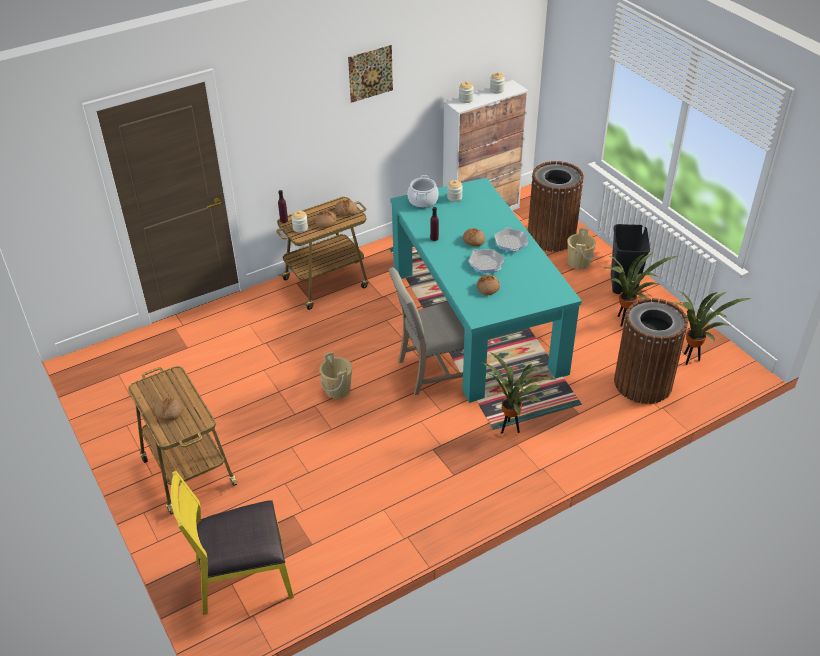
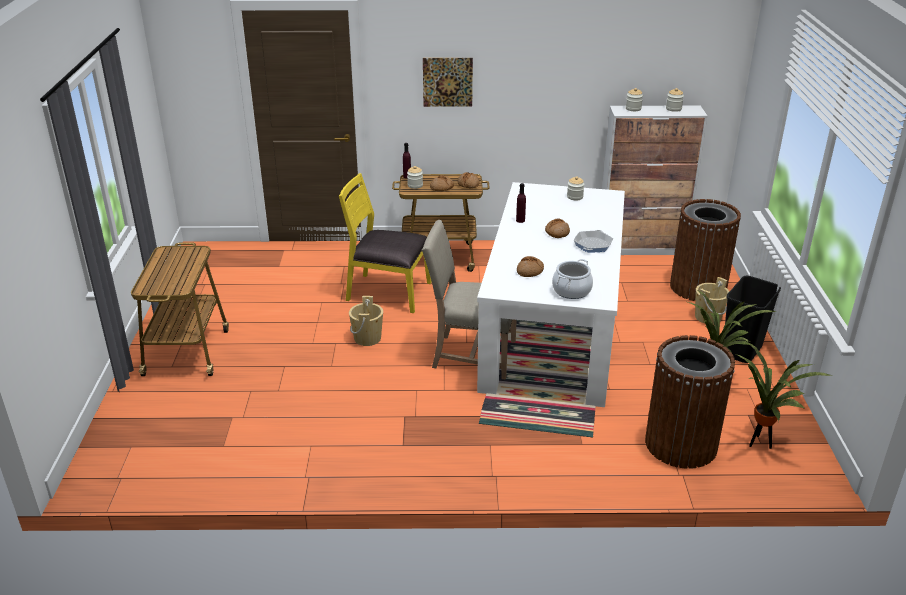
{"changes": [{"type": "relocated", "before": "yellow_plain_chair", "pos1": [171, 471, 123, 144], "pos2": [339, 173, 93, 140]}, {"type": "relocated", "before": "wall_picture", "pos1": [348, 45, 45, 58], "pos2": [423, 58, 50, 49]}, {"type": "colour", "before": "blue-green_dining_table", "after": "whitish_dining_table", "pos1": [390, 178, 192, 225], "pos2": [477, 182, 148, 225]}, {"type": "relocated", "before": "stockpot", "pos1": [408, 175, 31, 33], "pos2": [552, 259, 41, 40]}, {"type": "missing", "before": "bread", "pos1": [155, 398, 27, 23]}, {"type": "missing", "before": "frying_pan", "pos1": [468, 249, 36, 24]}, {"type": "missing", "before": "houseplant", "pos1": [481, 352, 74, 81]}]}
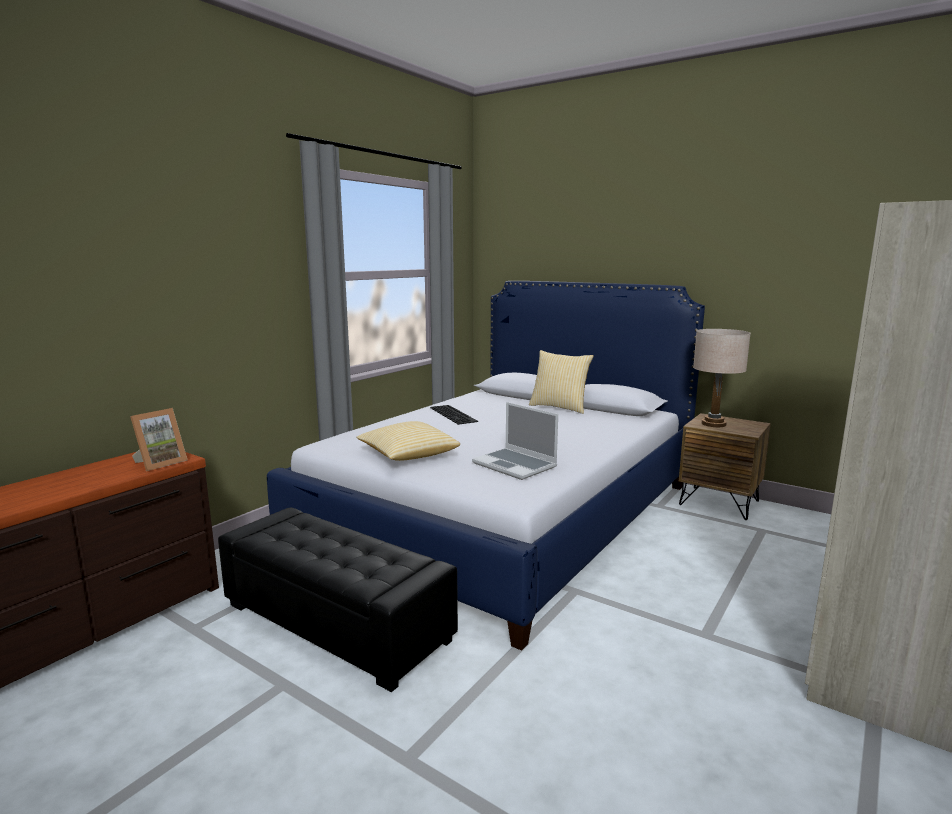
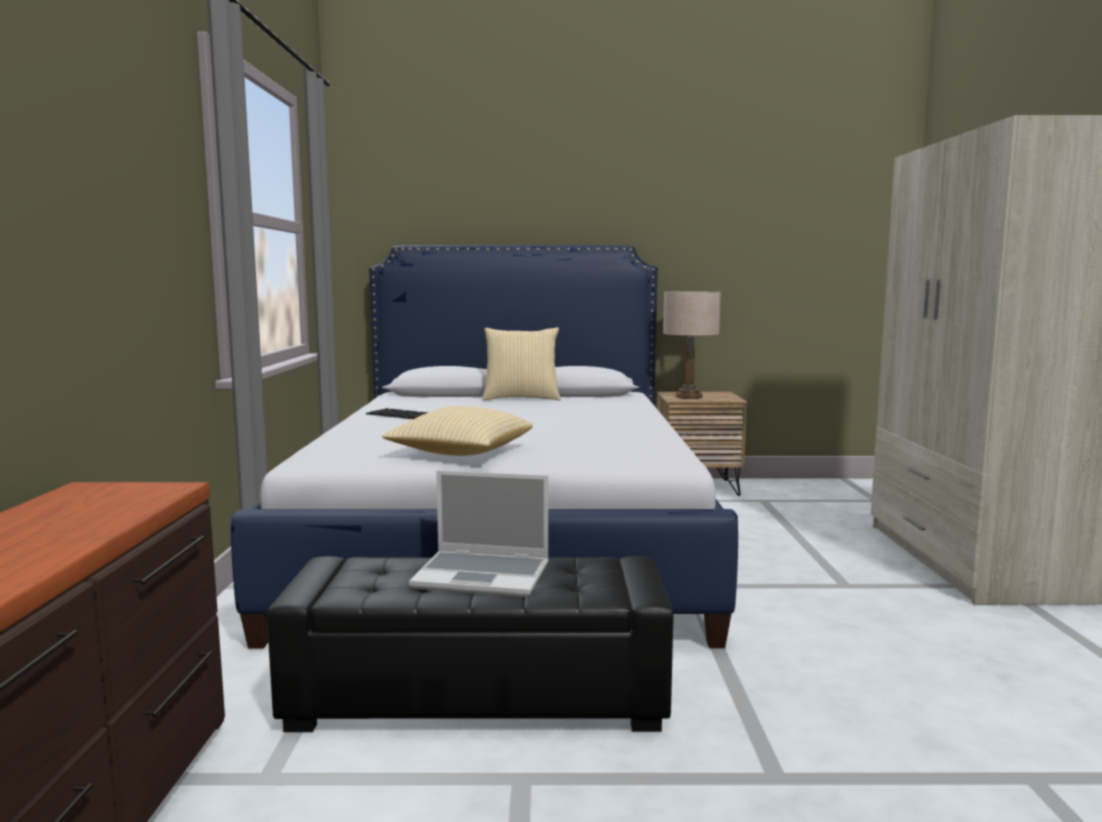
{"changes": [{"type": "relocated", "before": "laptop", "pos1": [472, 402, 86, 78], "pos2": [409, 470, 140, 127]}, {"type": "missing", "before": "standing_frame", "pos1": [130, 408, 57, 63]}]}
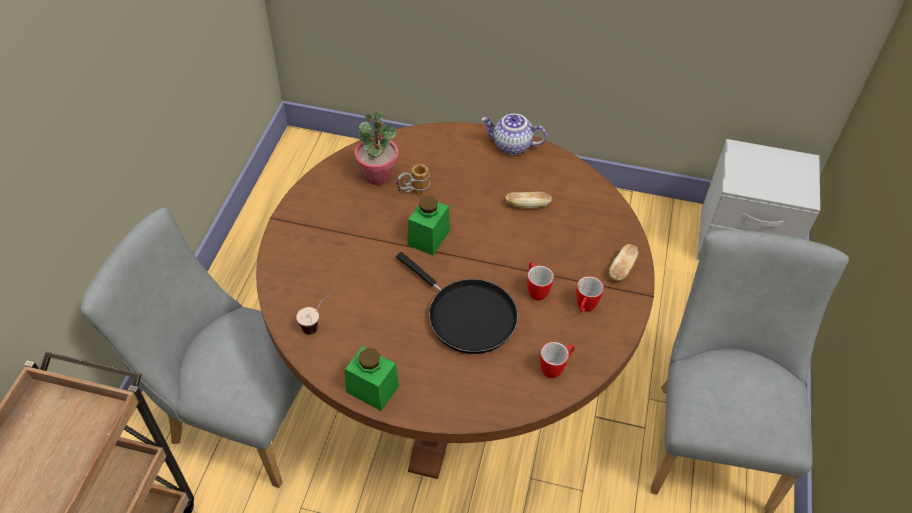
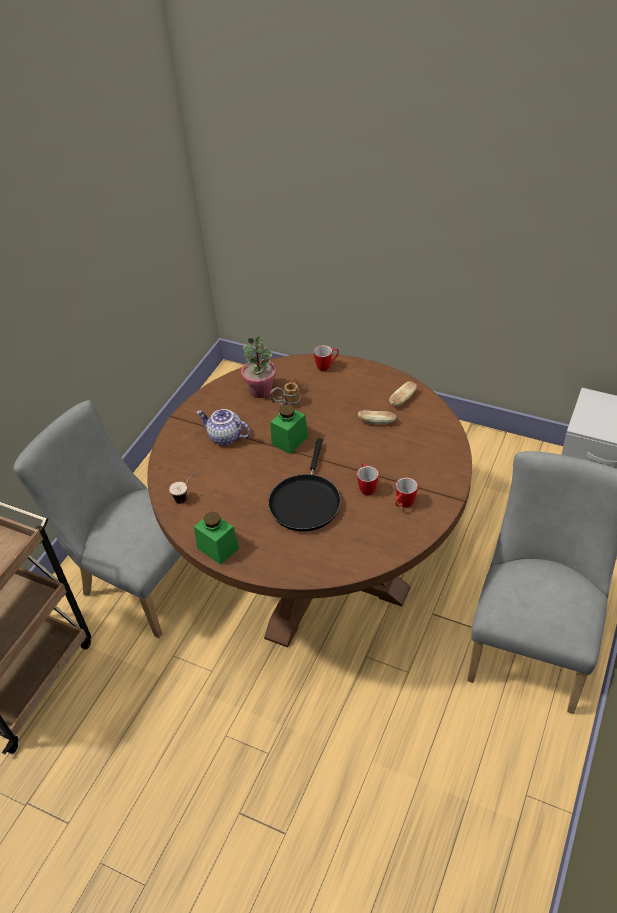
{"changes": [{"type": "relocated", "before": "teapot", "pos1": [481, 114, 66, 41], "pos2": [196, 409, 54, 36]}, {"type": "spun", "before": "black-coloured_frying_pan", "pos1": [396, 252, 122, 102], "pos2": [268, 438, 73, 94], "turn": 45}, {"type": "relocated", "before": "mug", "pos1": [540, 342, 35, 36], "pos2": [314, 345, 25, 26]}, {"type": "relocated", "before": "bread", "pos1": [609, 244, 29, 37], "pos2": [389, 381, 28, 25]}]}
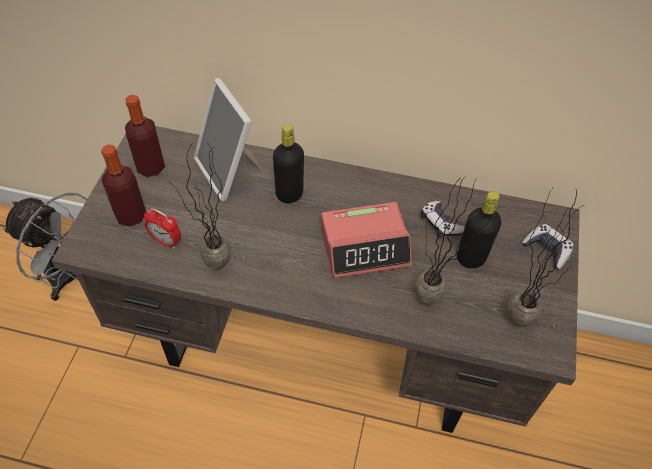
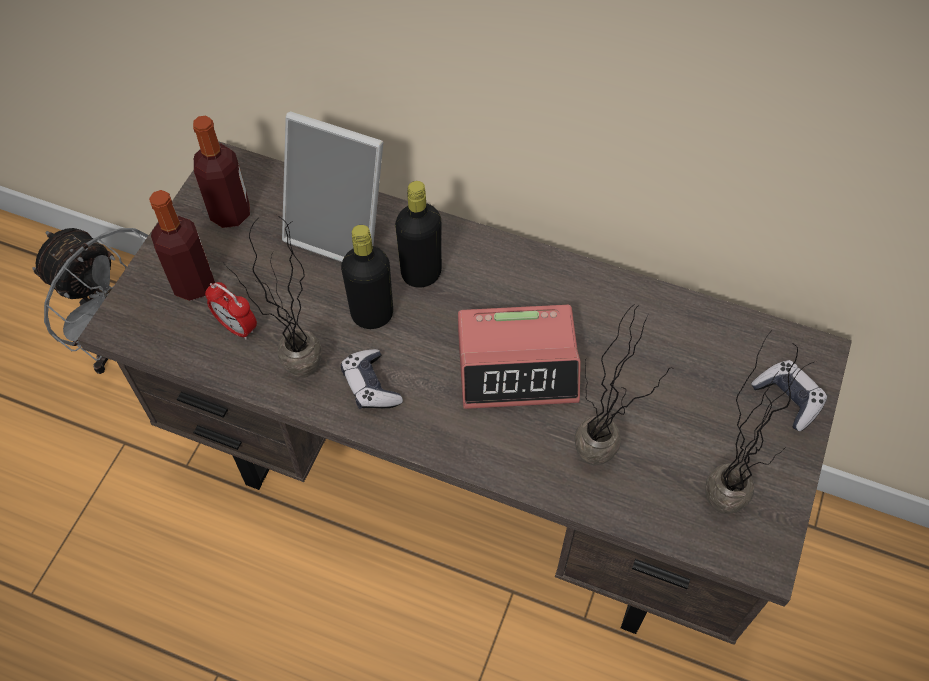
{"changes": [{"type": "spun", "before": "standing_frame", "pos1": [194, 78, 69, 124], "pos2": [282, 111, 101, 151], "turn": -45}, {"type": "relocated", "before": "black-coloured_bottle", "pos1": [457, 191, 44, 77], "pos2": [341, 225, 52, 104]}, {"type": "relocated", "before": "game_controller", "pos1": [421, 201, 44, 36], "pos2": [341, 349, 62, 60]}]}
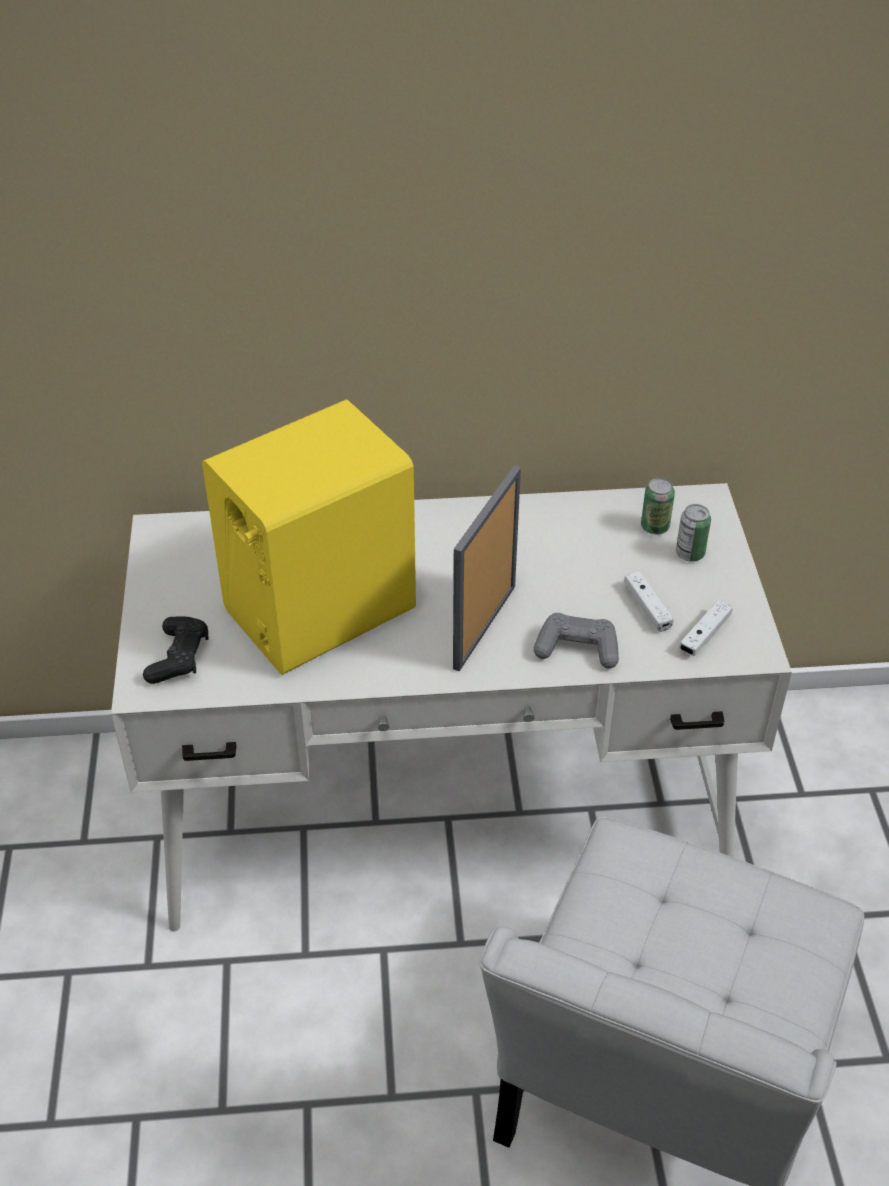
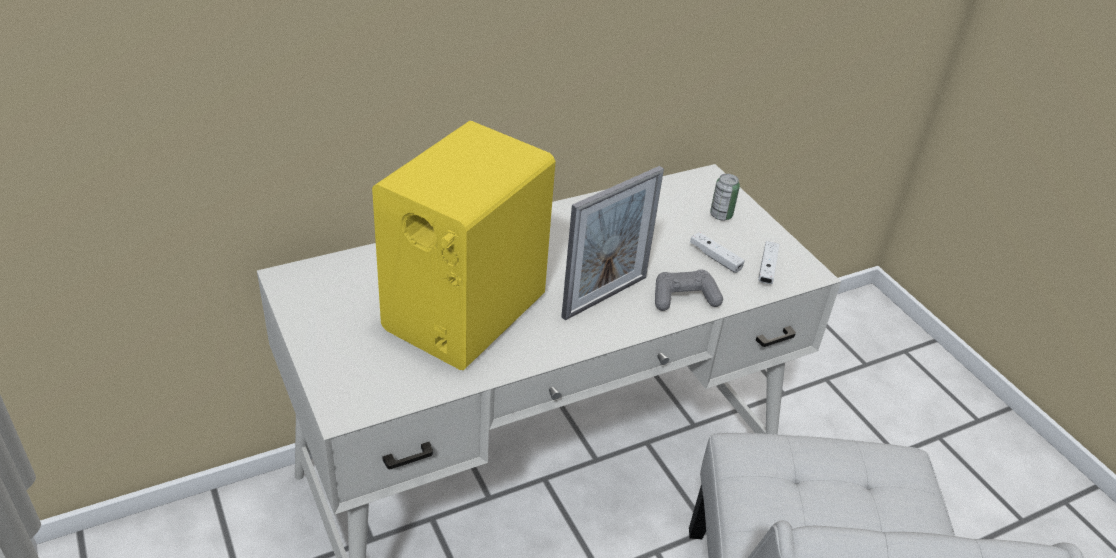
{"changes": [{"type": "spun", "before": "standing_frame", "pos1": [453, 465, 68, 206], "pos2": [561, 166, 103, 155], "turn": -135}, {"type": "missing", "before": "black-coloured_game_controller", "pos1": [143, 617, 66, 67]}, {"type": "missing", "before": "sealed_can", "pos1": [641, 478, 34, 56]}]}
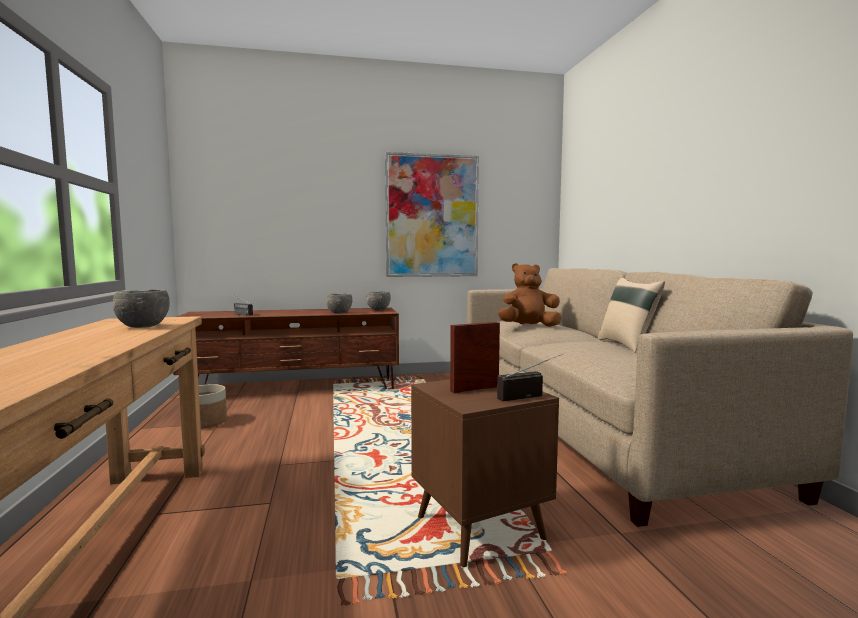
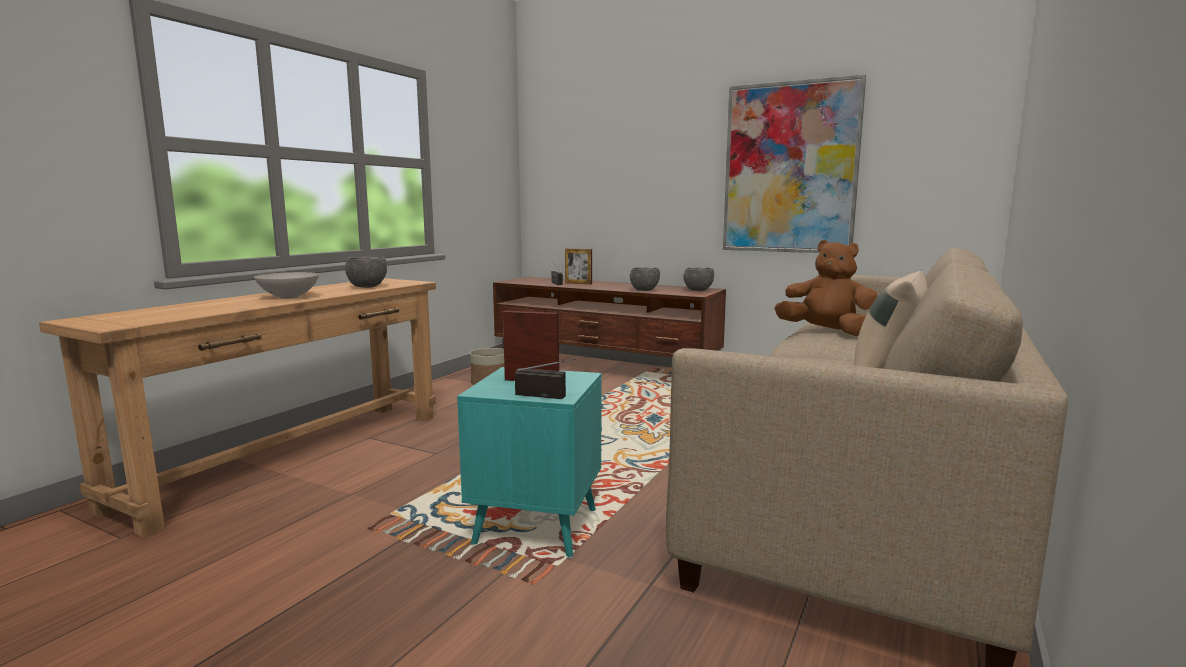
{"changes": [{"type": "appeared", "after": "whitish_serving_bowl", "pos2": [254, 272, 65, 27]}, {"type": "colour", "before": "brown_end_table", "after": "blue-green_end_table", "pos1": [411, 379, 148, 189], "pos2": [457, 367, 145, 191]}, {"type": "appeared", "after": "standing_frame", "pos2": [565, 249, 27, 35]}]}
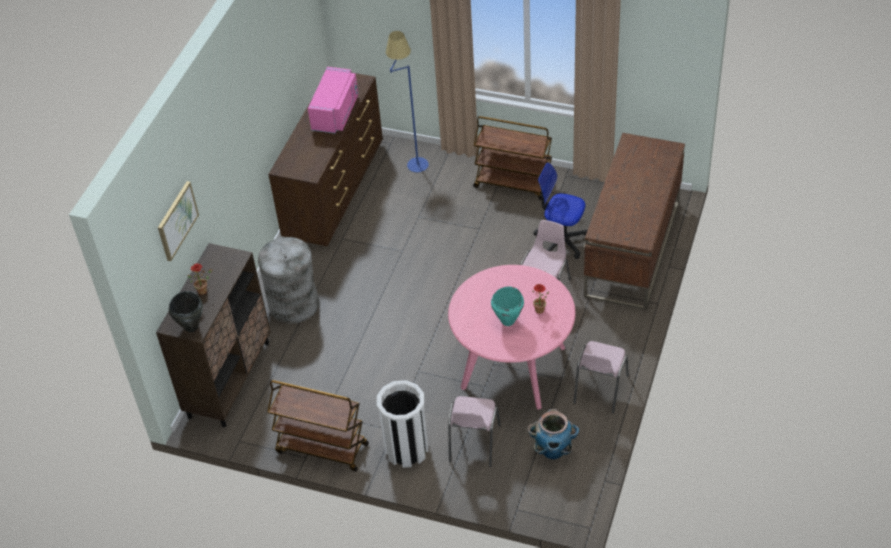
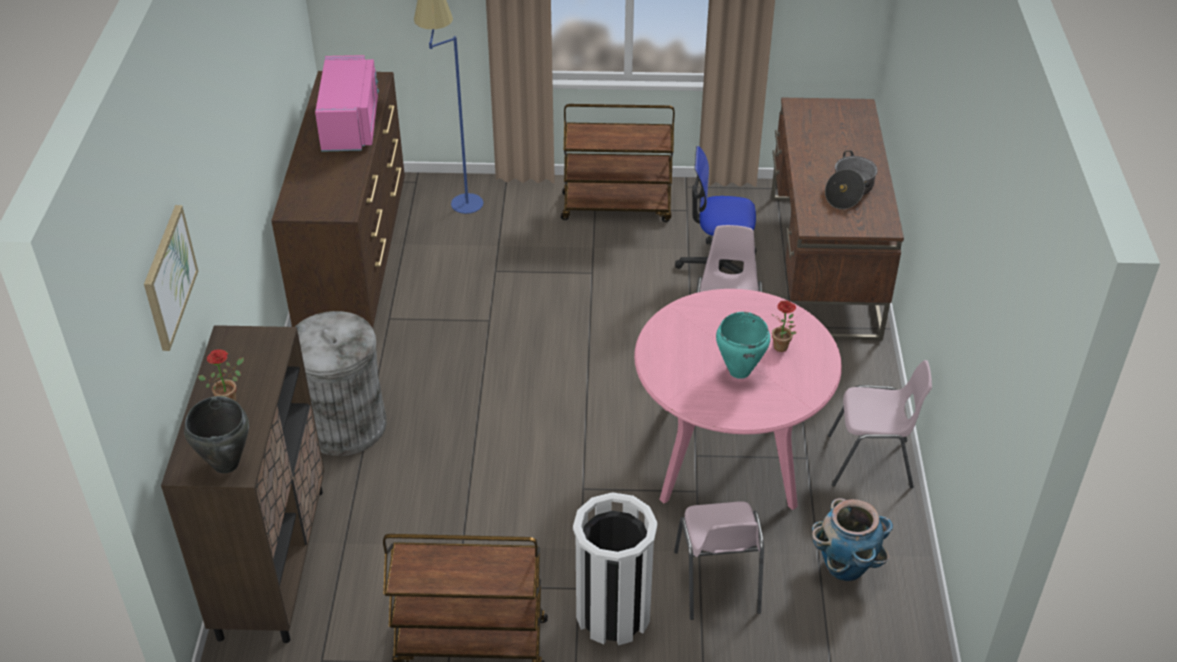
{"changes": [{"type": "appeared", "after": "stockpot", "pos2": [825, 151, 53, 58]}, {"type": "spun", "before": "pink-coloured_plain_chair", "pos1": [573, 341, 56, 73], "pos2": [828, 360, 104, 129], "turn": -90}]}
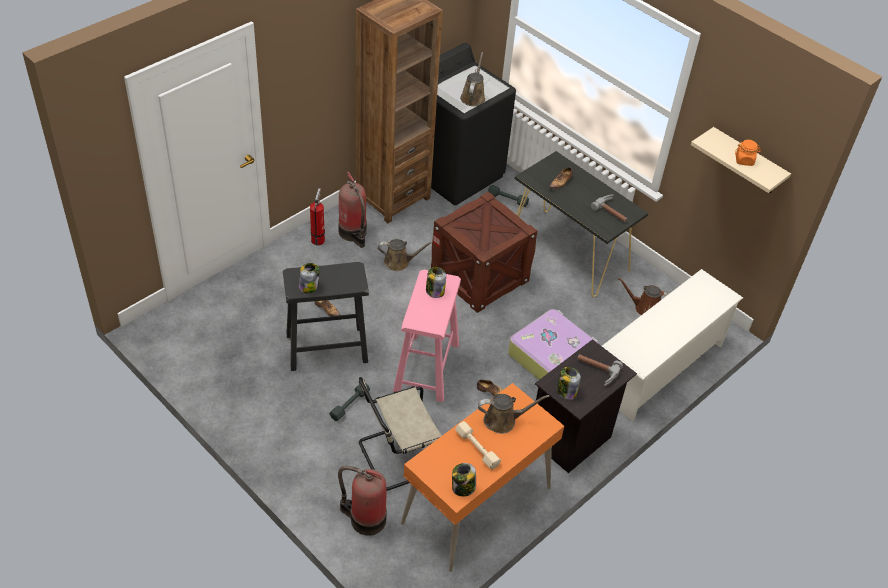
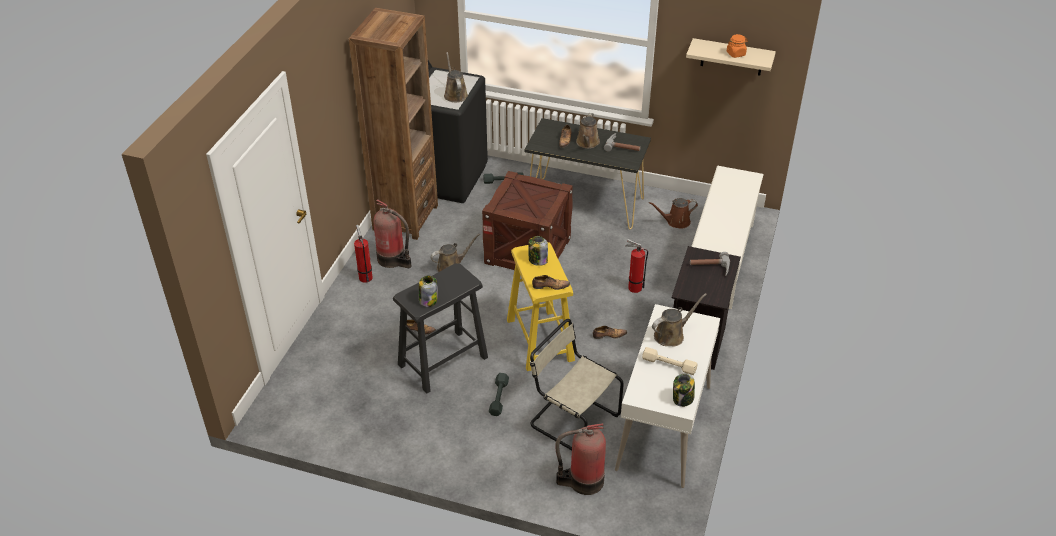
{"changes": [{"type": "colour", "before": "pink-coloured_stool_seat", "after": "yellow_stool_seat", "pos1": [393, 270, 68, 132], "pos2": [507, 242, 68, 129]}, {"type": "spun", "before": "sand-coloured_plain_chair", "pos1": [359, 377, 83, 114], "pos2": [530, 319, 94, 131], "turn": 90}, {"type": "appeared", "after": "shoe", "pos2": [532, 275, 38, 15]}, {"type": "appeared", "after": "brown_watering_can", "pos2": [576, 113, 24, 36]}, {"type": "colour", "before": "orangey_desk_table", "after": "whitish_desk_table", "pos1": [401, 383, 163, 189], "pos2": [615, 304, 105, 184]}, {"type": "exchanged", "before": "suitcase", "after": "fire_extinguisher", "pos1": [508, 309, 91, 71], "pos2": [626, 239, 22, 54]}, {"type": "missing", "before": "storage_jar", "pos1": [557, 367, 24, 33]}]}
